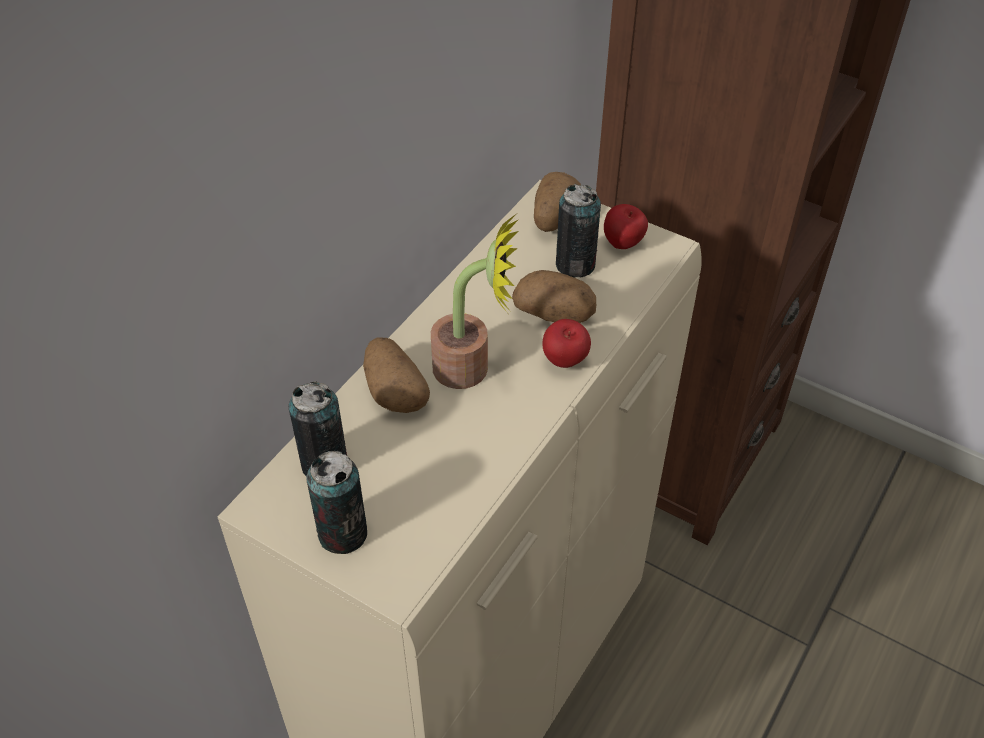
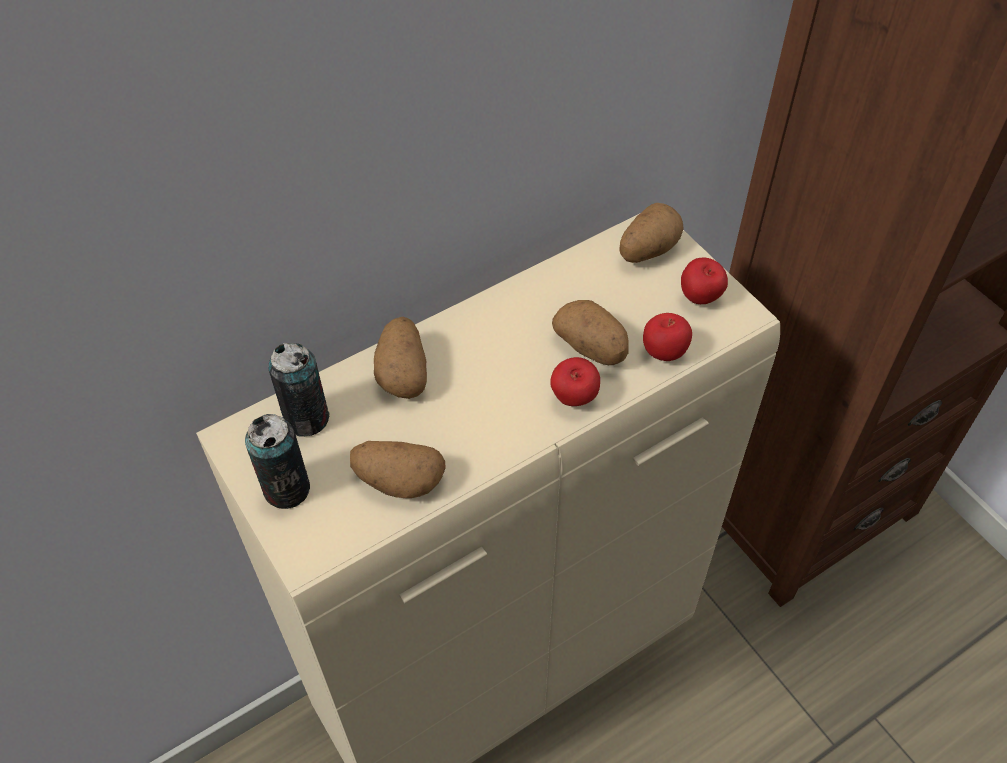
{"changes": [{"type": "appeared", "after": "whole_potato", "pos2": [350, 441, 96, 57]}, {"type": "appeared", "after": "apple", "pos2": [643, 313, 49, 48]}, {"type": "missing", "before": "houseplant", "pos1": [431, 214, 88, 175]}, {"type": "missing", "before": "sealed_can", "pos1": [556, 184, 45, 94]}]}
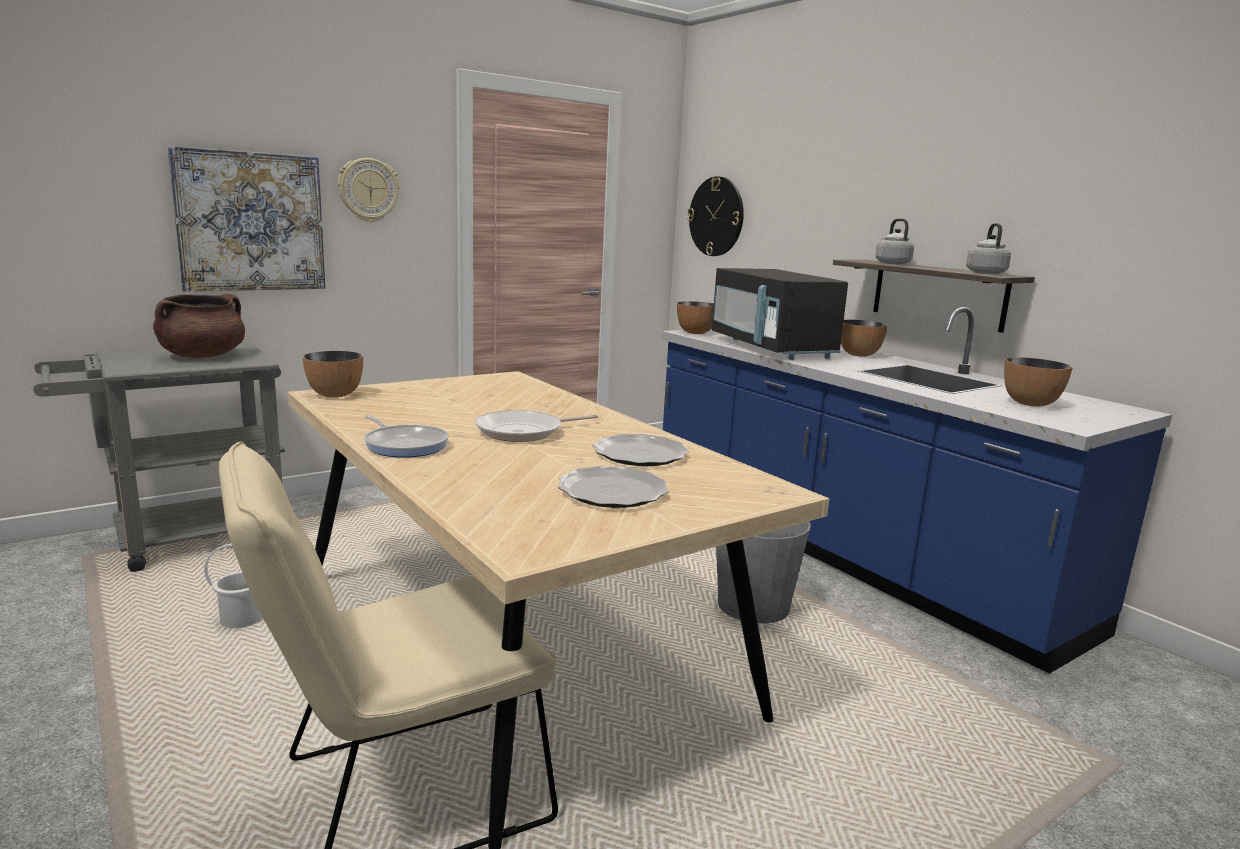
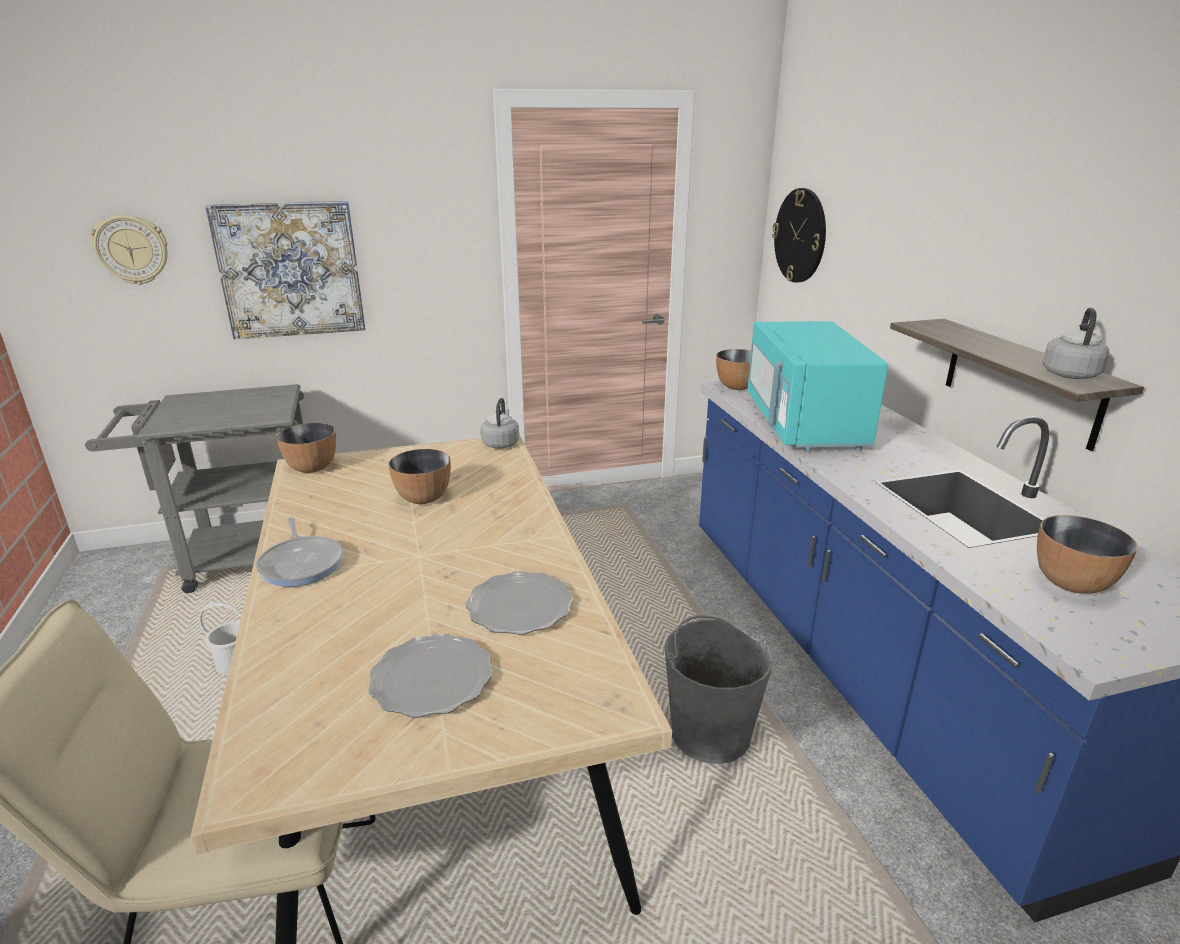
{"changes": [{"type": "relocated", "before": "wall_clock", "pos1": [338, 158, 62, 64], "pos2": [90, 215, 78, 70]}, {"type": "relocated", "before": "serving_bowl", "pos1": [841, 320, 47, 37], "pos2": [389, 449, 62, 55]}, {"type": "relocated", "before": "gray_water_kettle", "pos1": [876, 218, 38, 46], "pos2": [480, 398, 39, 50]}, {"type": "colour", "before": "black-coloured_microwave_oven", "after": "blue-green_microwave_oven", "pos1": [712, 268, 136, 92], "pos2": [747, 321, 141, 131]}, {"type": "missing", "before": "brown_stockpot", "pos1": [153, 294, 92, 64]}, {"type": "missing", "before": "frying_pan", "pos1": [475, 410, 123, 32]}]}
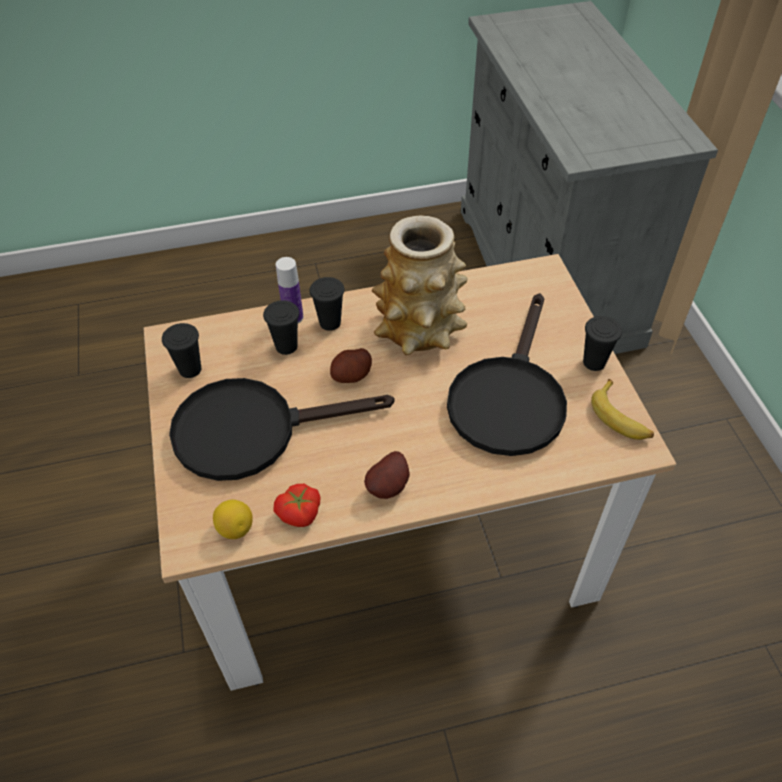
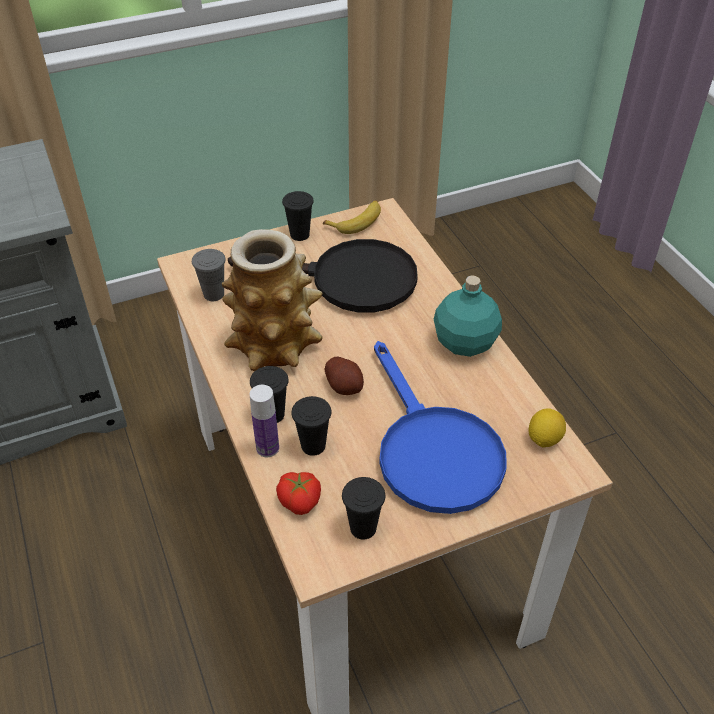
{"changes": [{"type": "appeared", "after": "gray_drinking_cup", "pos2": [192, 249, 34, 52]}, {"type": "relocated", "before": "tomato", "pos1": [274, 484, 47, 43], "pos2": [276, 472, 45, 43]}, {"type": "colour", "before": "black-coloured_frying_pan", "after": "blue_frying_pan", "pos1": [169, 378, 225, 103], "pos2": [374, 341, 133, 173]}, {"type": "exchanged", "before": "whole_potato", "after": "blue-green_bottle", "pos1": [364, 451, 46, 48], "pos2": [434, 275, 68, 82]}]}
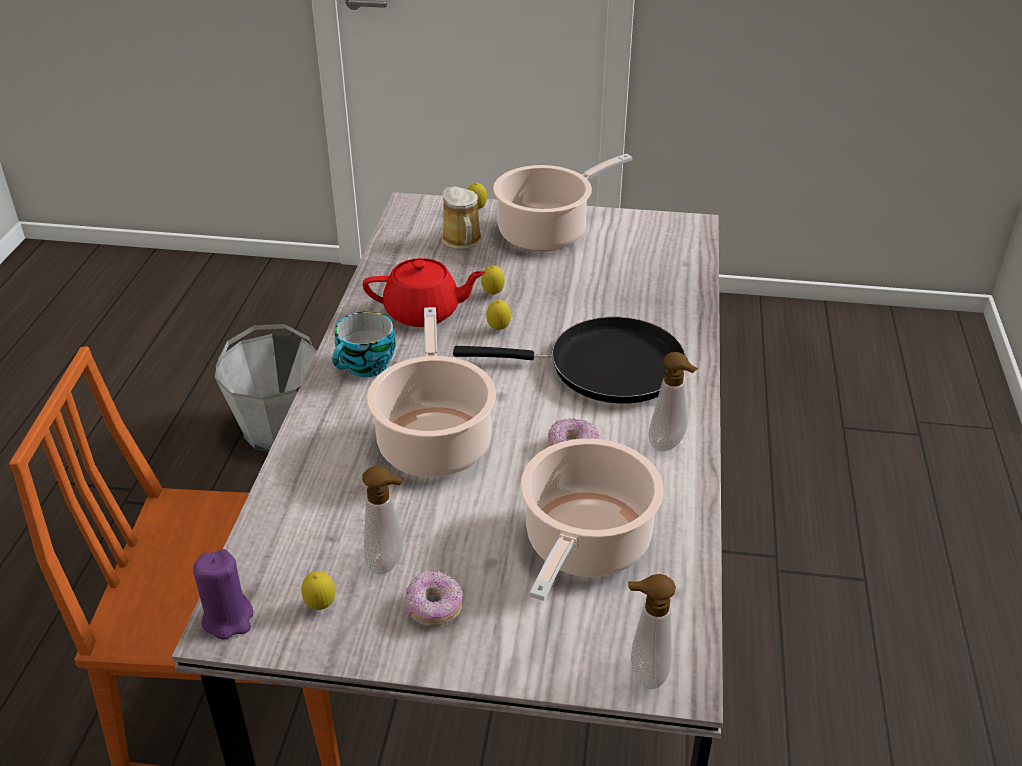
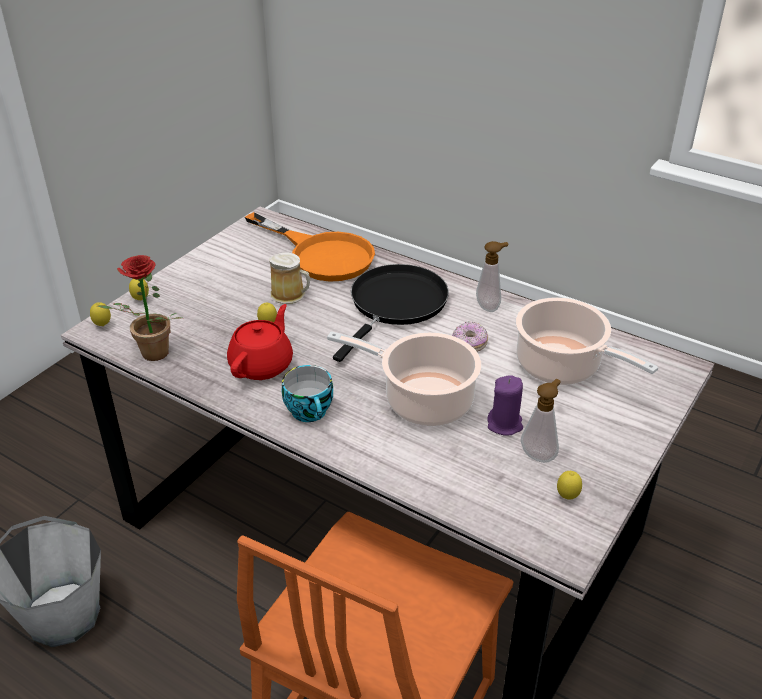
{"changes": [{"type": "relocated", "before": "citrus_fruit", "pos1": [486, 300, 25, 30], "pos2": [90, 302, 21, 24]}, {"type": "appeared", "after": "houseplant", "pos2": [97, 255, 85, 106]}, {"type": "appeared", "after": "orangey_frying_pan", "pos2": [245, 212, 130, 70]}, {"type": "relocated", "before": "mug", "pos1": [442, 186, 40, 64], "pos2": [269, 253, 41, 51]}, {"type": "relocated", "before": "purple_wax_light", "pos1": [193, 549, 61, 91], "pos2": [487, 375, 36, 61]}, {"type": "missing", "before": "doughnut", "pos1": [405, 571, 58, 55]}, {"type": "missing", "before": "stockpot", "pos1": [493, 153, 139, 98]}, {"type": "missing", "before": "soap_bottle", "pos1": [628, 574, 48, 115]}]}
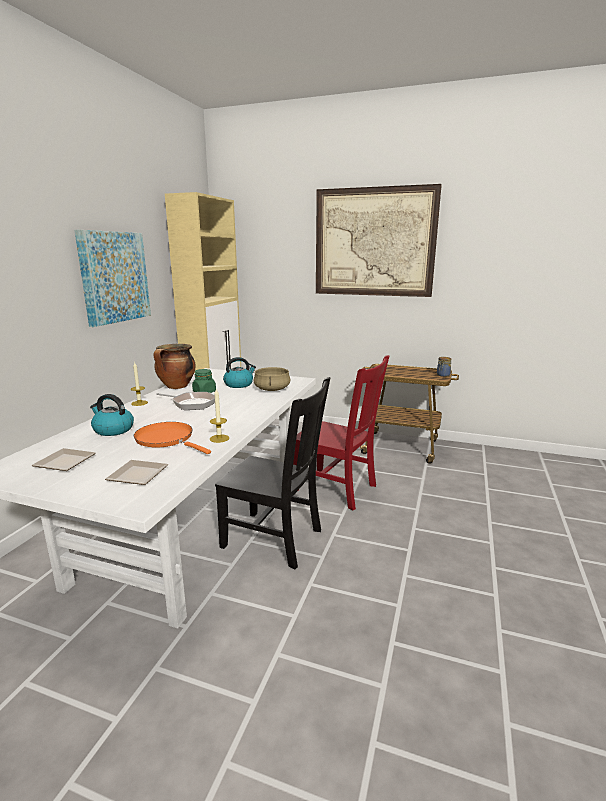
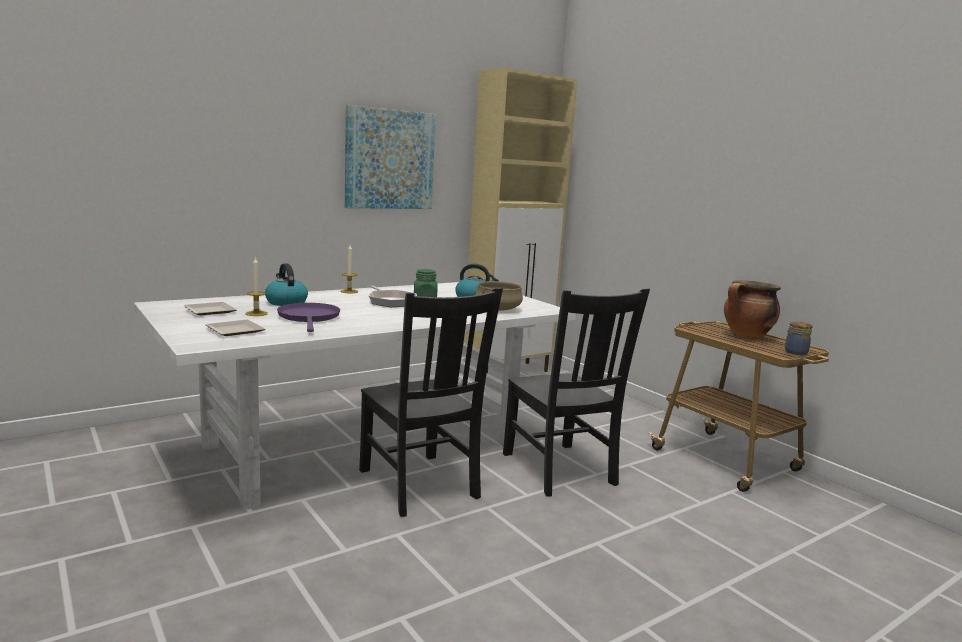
{"changes": [{"type": "relocated", "before": "wax_light", "pos1": [210, 389, 19, 54], "pos2": [245, 257, 23, 59]}, {"type": "colour", "before": "orangey_frying_pan", "after": "purple_frying_pan", "pos1": [134, 422, 77, 32], "pos2": [277, 303, 63, 29]}, {"type": "colour", "before": "reddish_plain_chair", "after": "black-coloured_plain_chair", "pos1": [293, 355, 97, 155], "pos2": [503, 289, 147, 207]}, {"type": "relocated", "before": "stockpot", "pos1": [153, 344, 42, 45], "pos2": [724, 280, 57, 60]}, {"type": "missing", "before": "wall_picture", "pos1": [316, 184, 126, 113]}]}
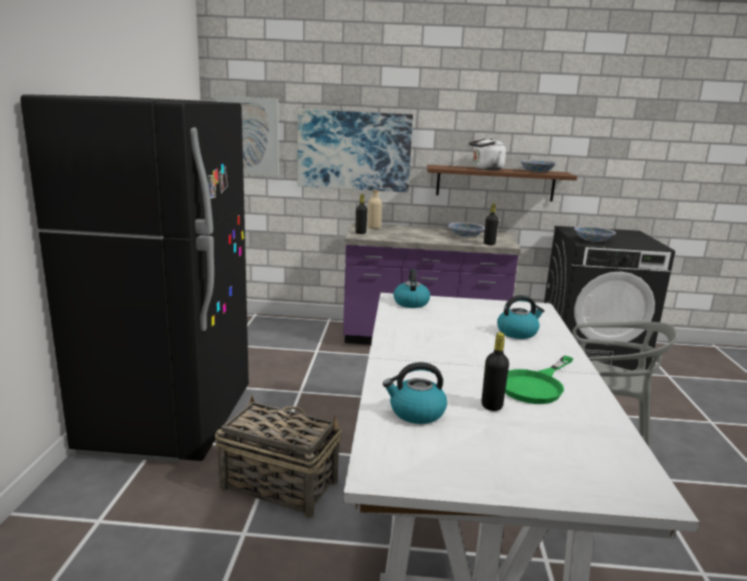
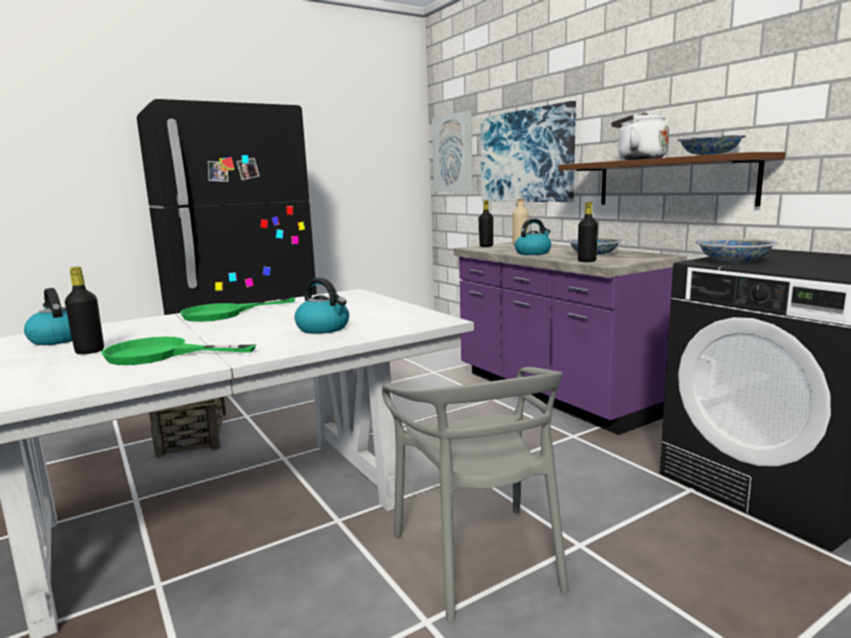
{"changes": [{"type": "appeared", "after": "greenish_frying_pan", "pos2": [180, 298, 115, 24]}, {"type": "relocated", "before": "water_kettle", "pos1": [393, 269, 37, 39], "pos2": [515, 219, 36, 36]}]}
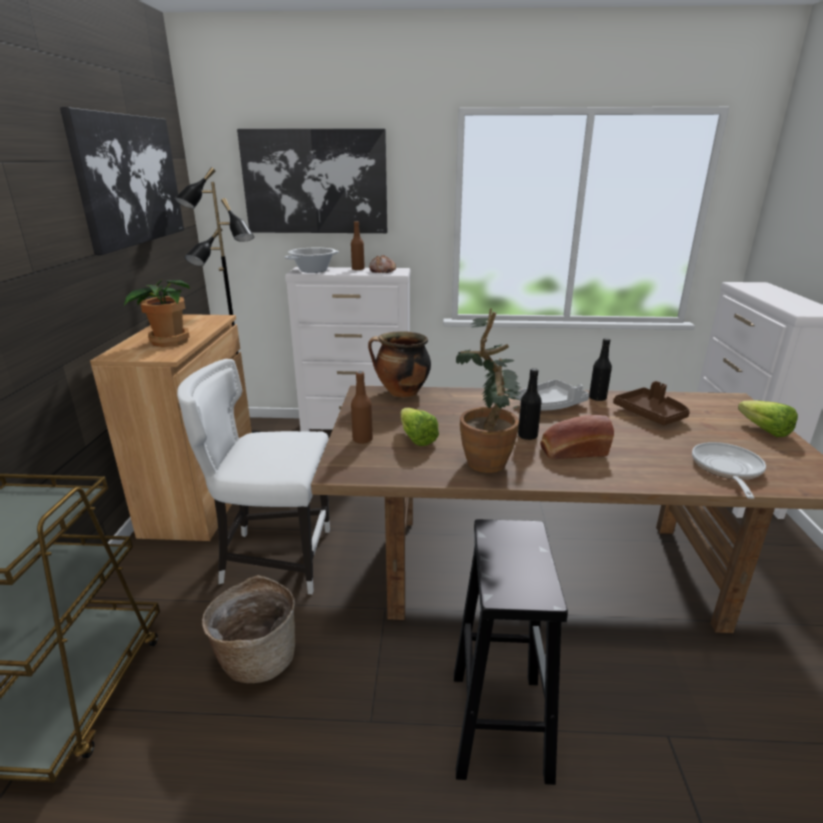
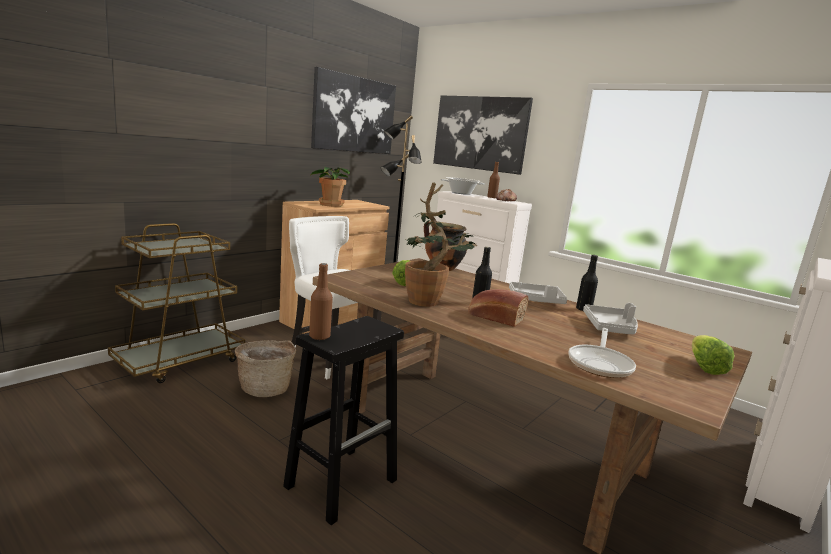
{"changes": [{"type": "relocated", "before": "brown_bottle", "pos1": [351, 371, 22, 73], "pos2": [309, 263, 24, 77]}, {"type": "spun", "before": "frying_pan", "pos1": [692, 442, 74, 57], "pos2": [569, 328, 67, 50], "turn": 150}, {"type": "colour", "before": "brown_serving_tray", "after": "gray_serving_tray", "pos1": [613, 381, 77, 44], "pos2": [583, 303, 55, 32]}]}
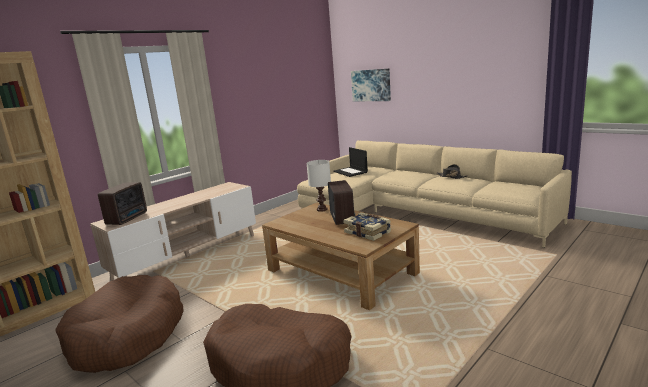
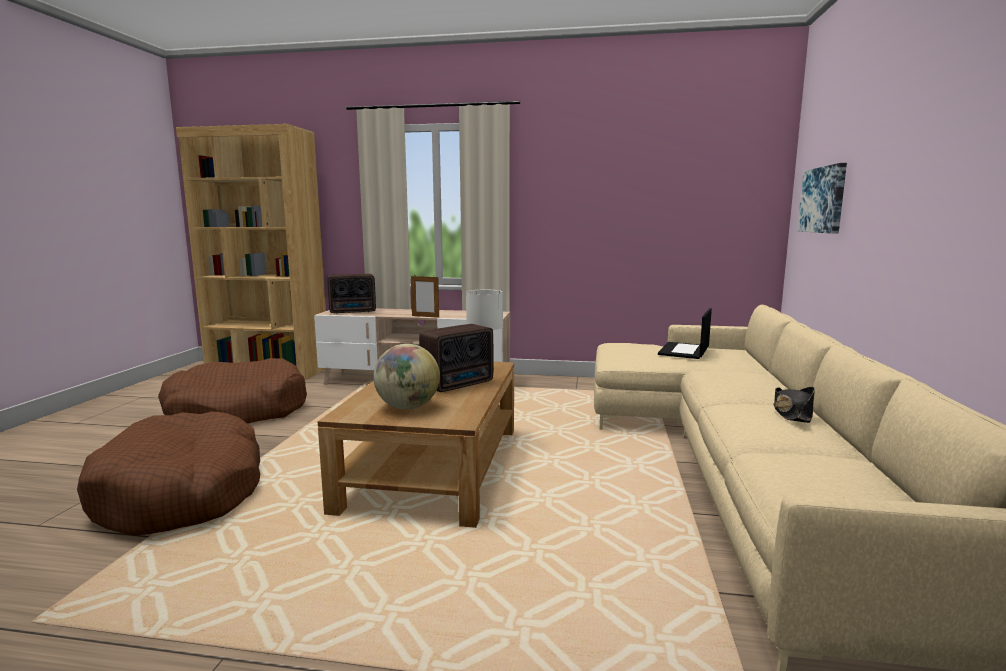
{"changes": [{"type": "exchanged", "before": "bound_book", "after": "globe", "pos1": [343, 212, 48, 29], "pos2": [373, 344, 67, 65]}, {"type": "appeared", "after": "standing_frame", "pos2": [411, 275, 28, 43]}]}
